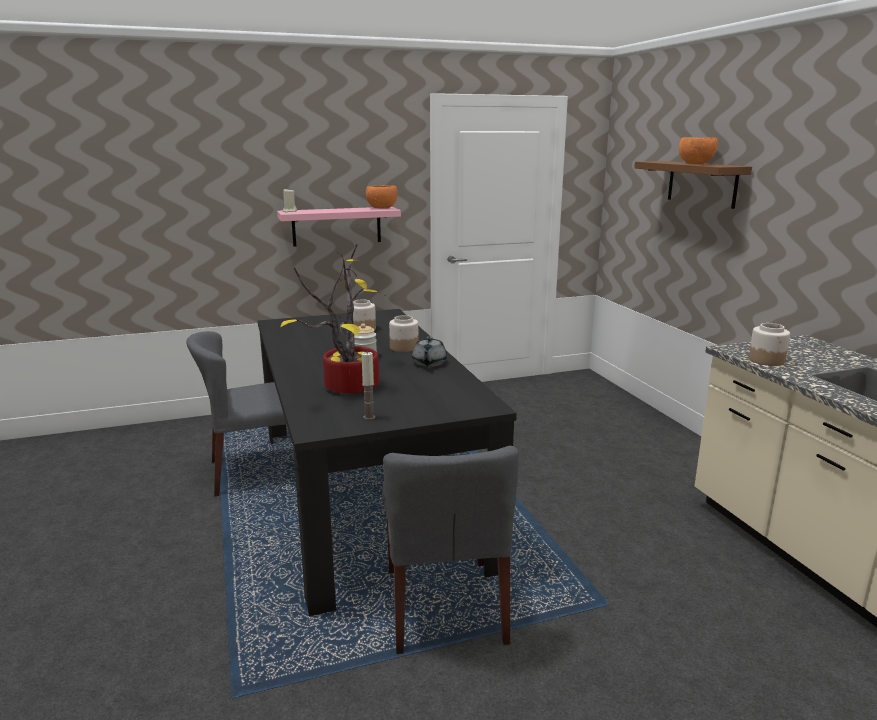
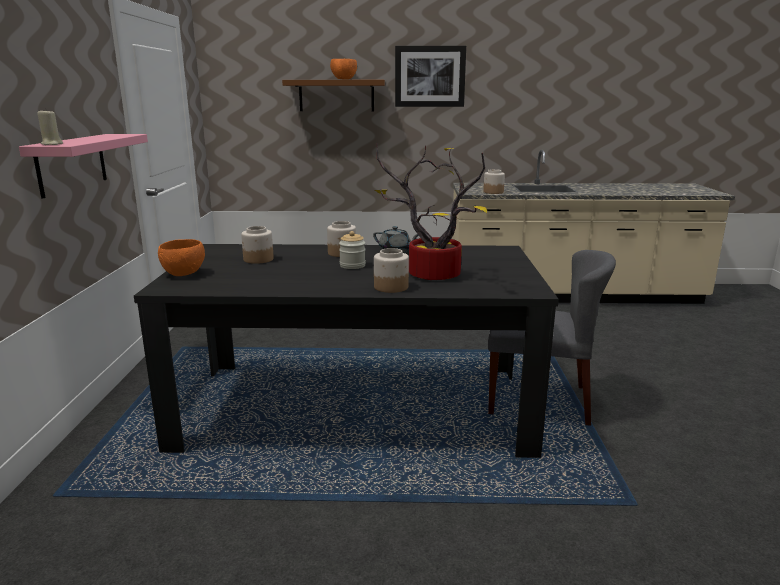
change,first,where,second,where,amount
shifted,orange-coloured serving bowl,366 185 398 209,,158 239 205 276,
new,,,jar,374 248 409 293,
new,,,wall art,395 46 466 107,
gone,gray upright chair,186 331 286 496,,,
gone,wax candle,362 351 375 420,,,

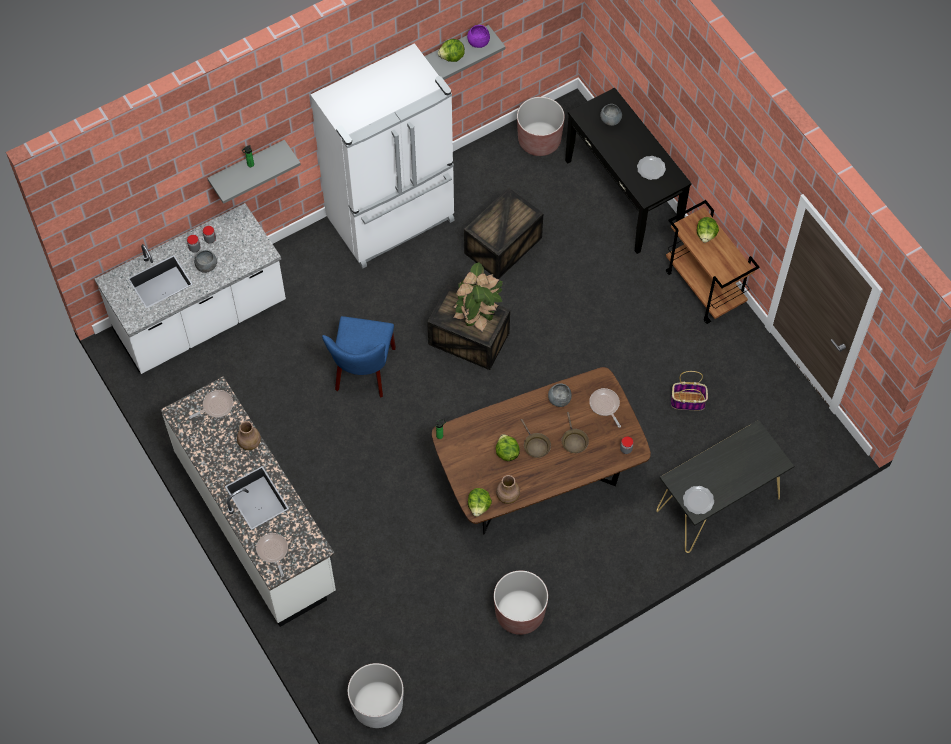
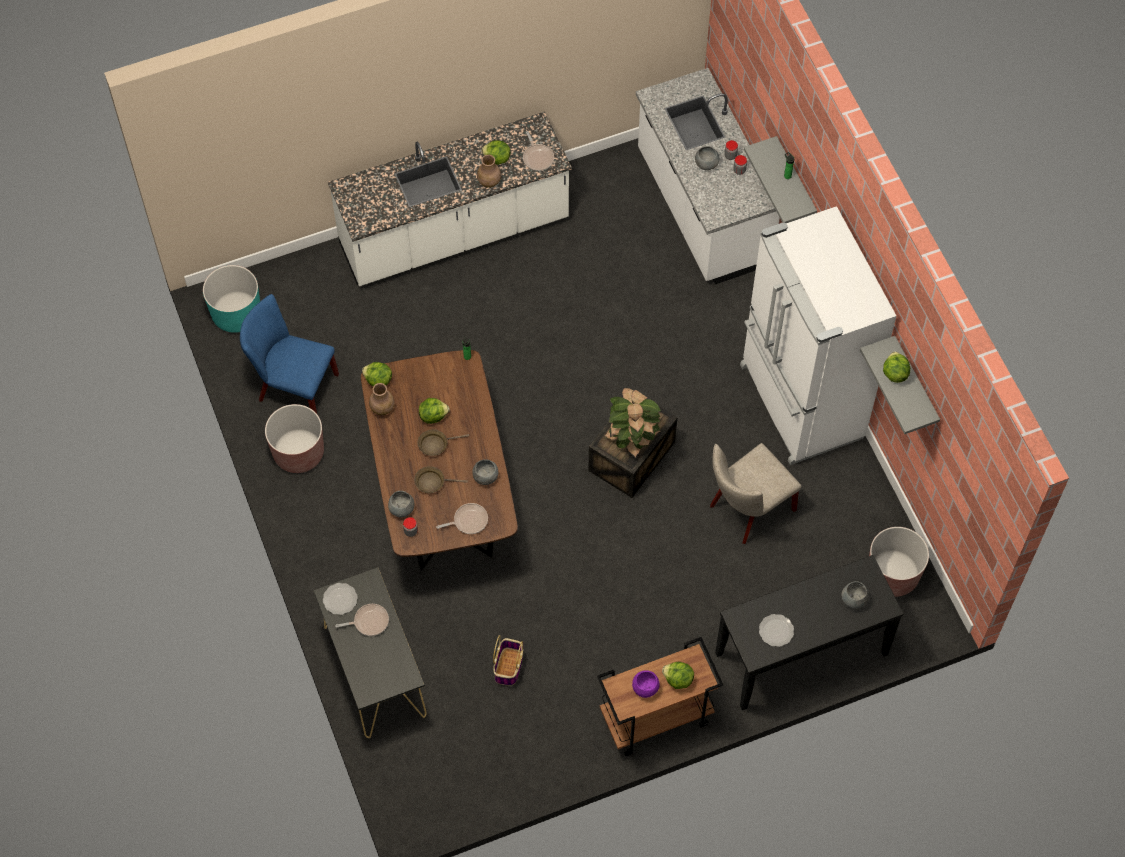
change,first,where,second,where,amount
repainted,white-coloured plant pot,348 663 404 728,blue-green plant pot,203 265 260 333,
shifted,blue upright chair,322 316 396 398,,240 294 339 413,
shifted,frying pan,256 533 288 577,,335 604 389 636,
new,,,gray serving bowl,388 491 414 517,
new,,,lettuce head,482 140 511 165,
shifted,purple-coloured serving bowl,467 25 490 48,,632 670 660 698,
swapped,crate,464 188 543 279,beige-coloured upright chair,710 443 802 544,

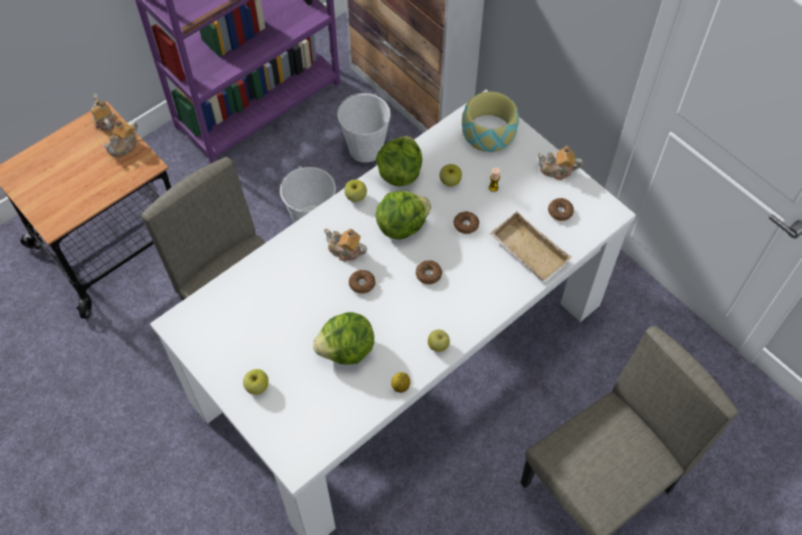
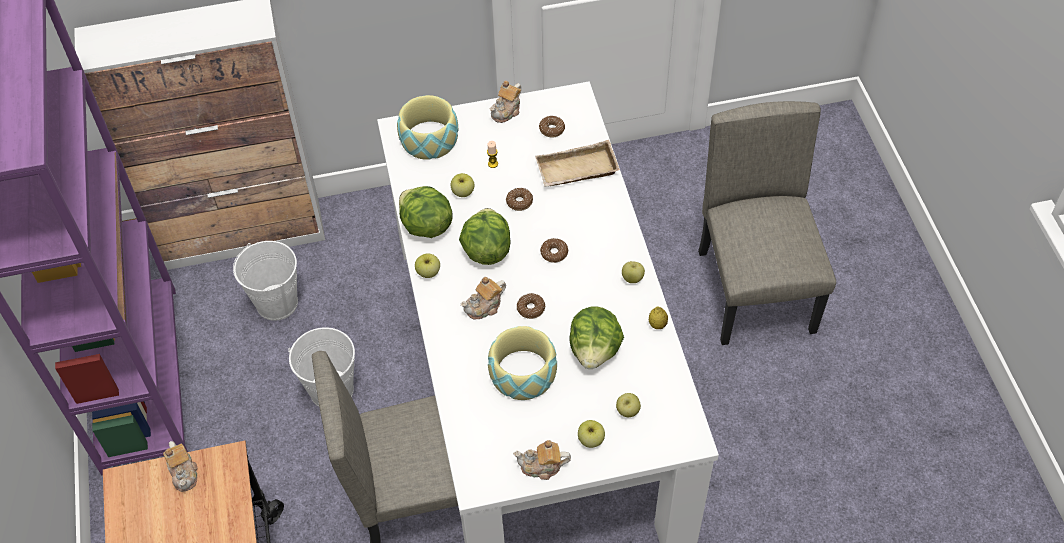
change,first,where,second,where,amount
new,,,serving bowl,488 326 557 400,
shifted,tea pot,91 94 116 131,,513 440 571 480,
new,,,apple,616 393 641 417,

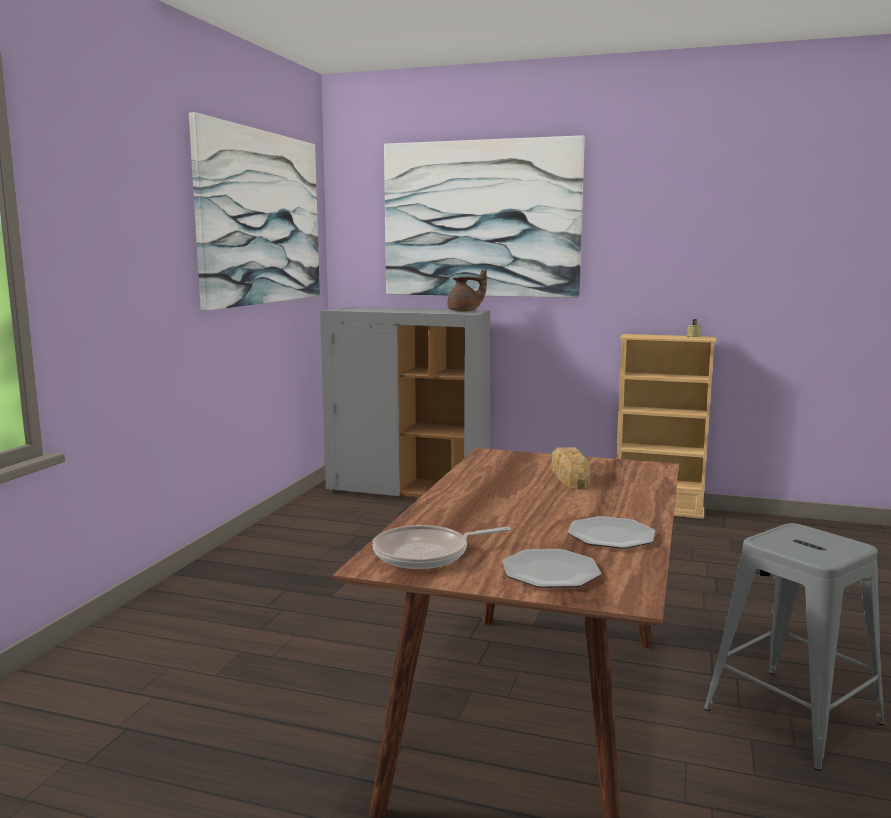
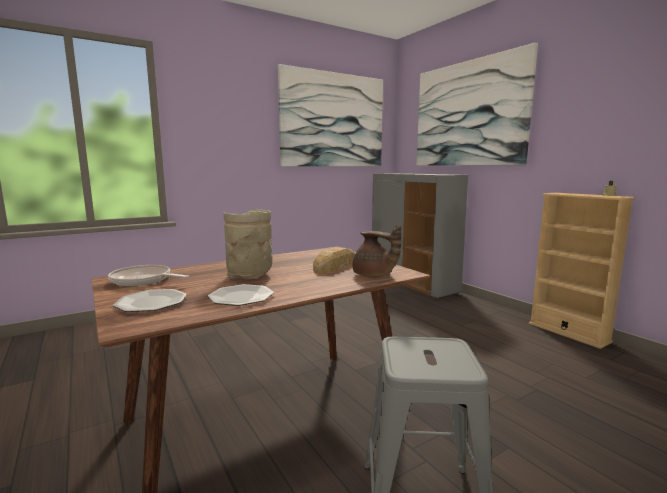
change,first,where,second,where,amount
new,,,beige-coloured flower vase,224 209 272 279,
shifted,brown tea pot,447 269 487 312,,353 225 401 277,

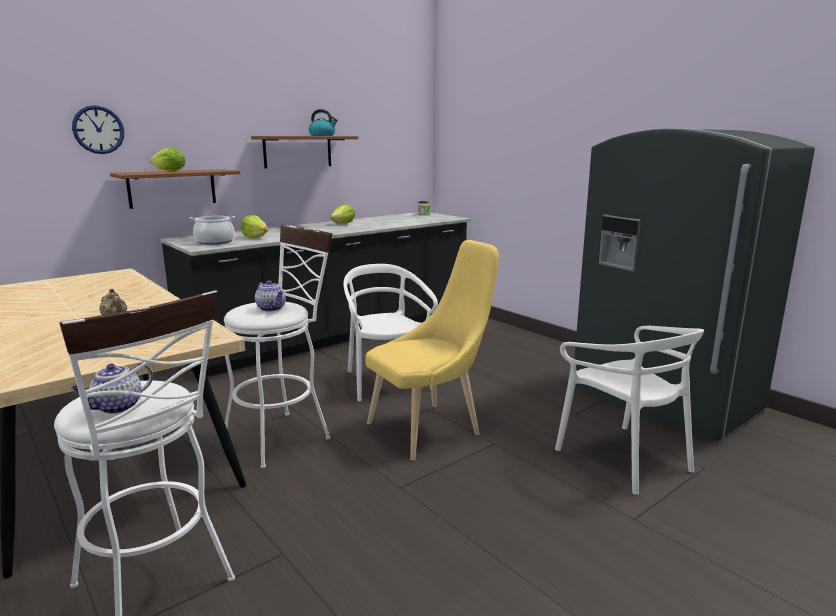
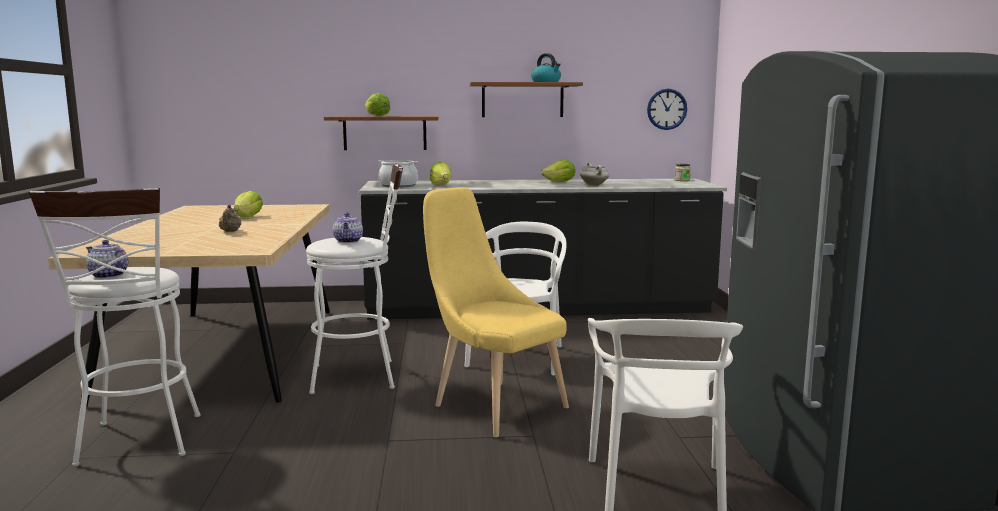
change,first,where,second,where,amount
rotated,tea pot,71 363 153 414,,86 240 129 279,45 degrees clockwise
new,,,lettuce head,234 191 263 217,
rotated,yellow-coloured upright chair,365 240 499 461,,423 187 569 438,135 degrees counterclockwise
new,,,white-coloured stockpot,580 162 609 186,
shifted,wall clock,72 105 124 154,,647 89 687 130,

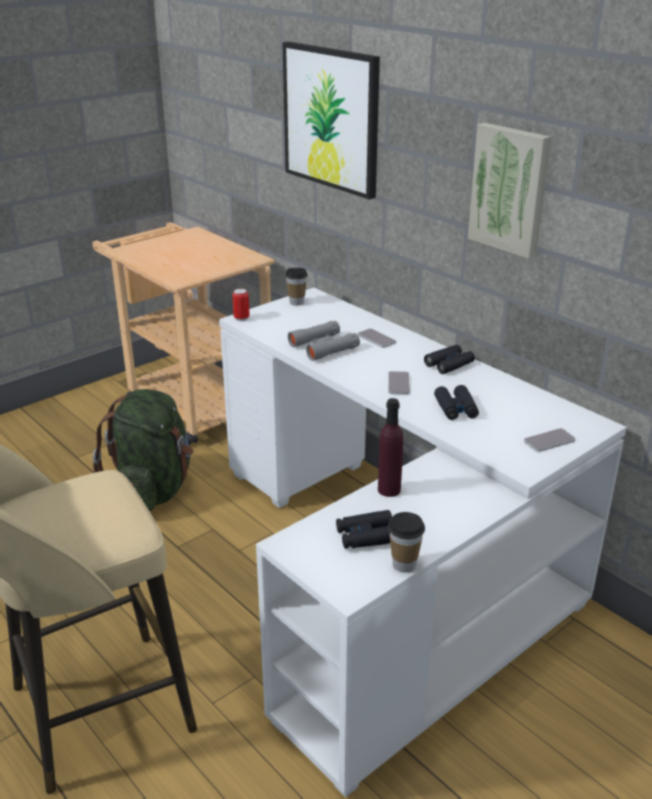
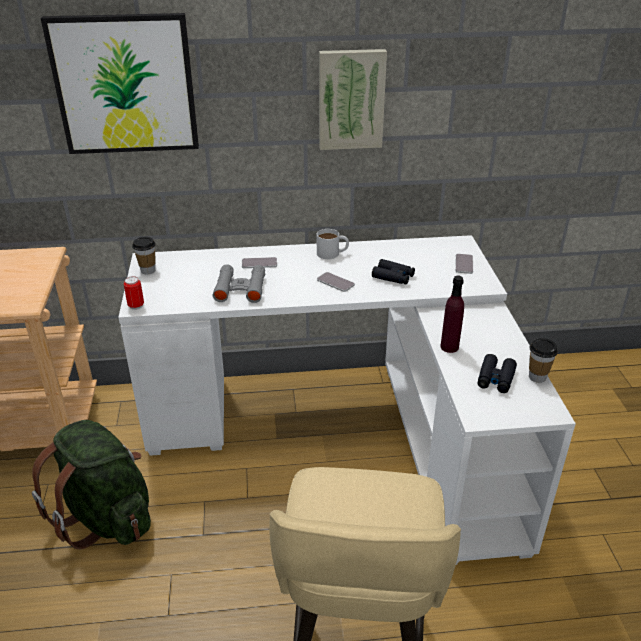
change,first,where,second,where,amount
swapped,blackish pair of binoculars,424 345 475 374,white-coloured coffee mug,317 229 349 259,

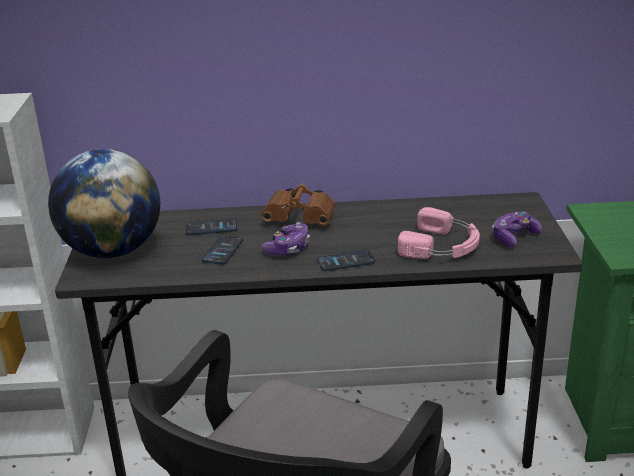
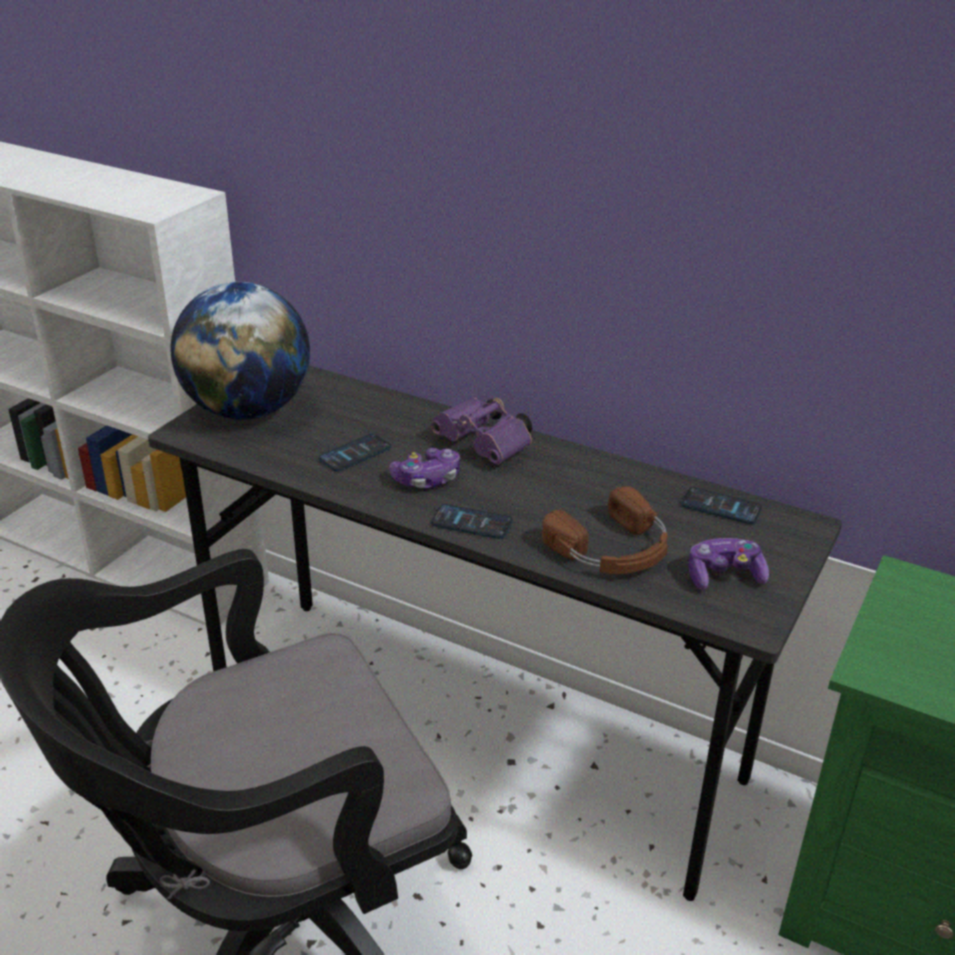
change,first,where,second,where,amount
repainted,brown pair of binoculars,261 183 335 225,purple-coloured pair of binoculars,431 397 532 464,
repainted,pink headset,398 207 480 259,brown headset,542 486 668 574,
shifted,phone,186 219 238 235,,681 487 762 524,

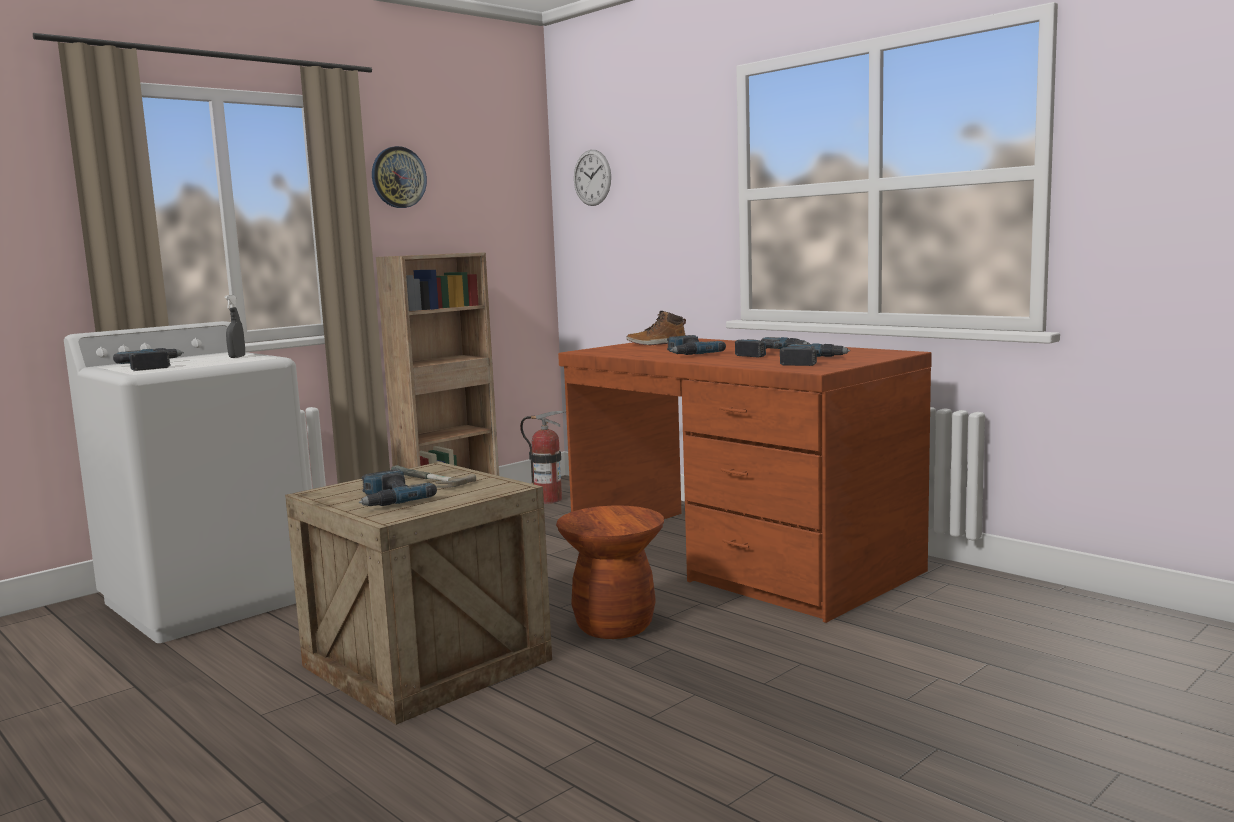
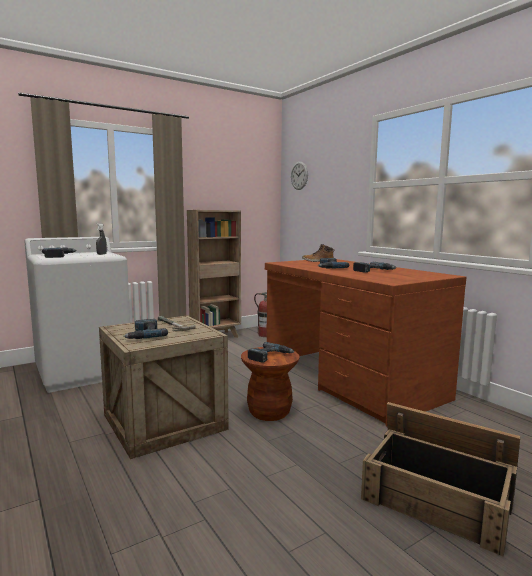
change,first,where,second,where,amount
shifted,power drill,780 344 850 366,,248 342 294 363,
new,,,crate,361 402 521 557,
gone,wall clock,372 146 427 208,,,

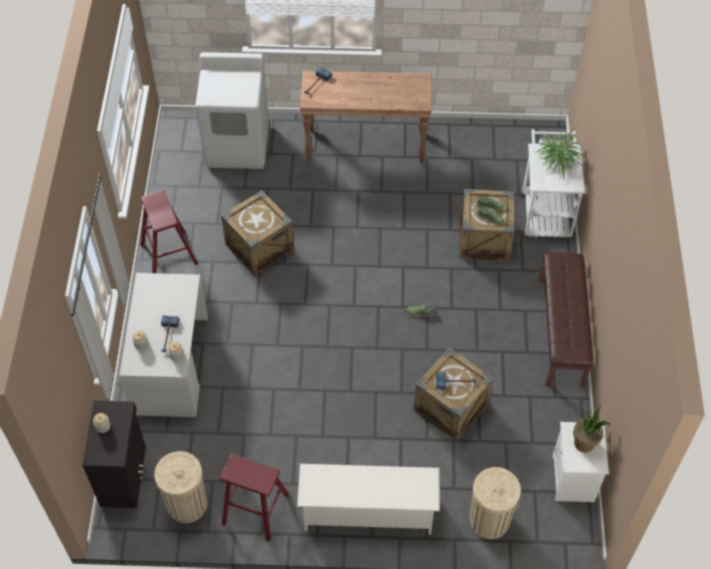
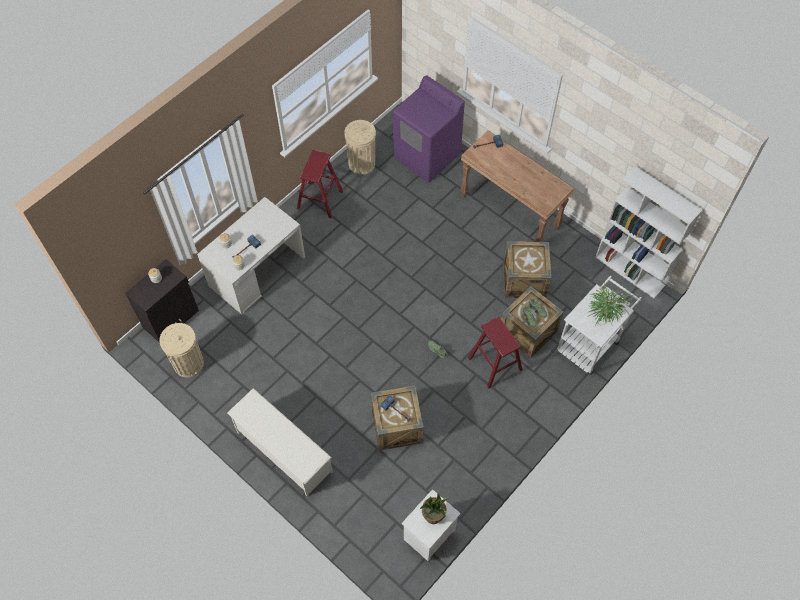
change,first,where,second,where,amount
shifted,beige-coloured waste bin,470 467 521 539,,344 120 376 175,
repainted,white-coloured washing machine,195 52 269 169,purple-coloured washing machine,393 75 465 183,
shifted,reddish stool seat,220 454 290 542,,468 317 523 388,
shifted,crate,221 190 294 276,,503 241 551 298,
new,,,white-coloured bookcase,595 166 702 298,
gone,brown long seat,539 252 593 388,,,

